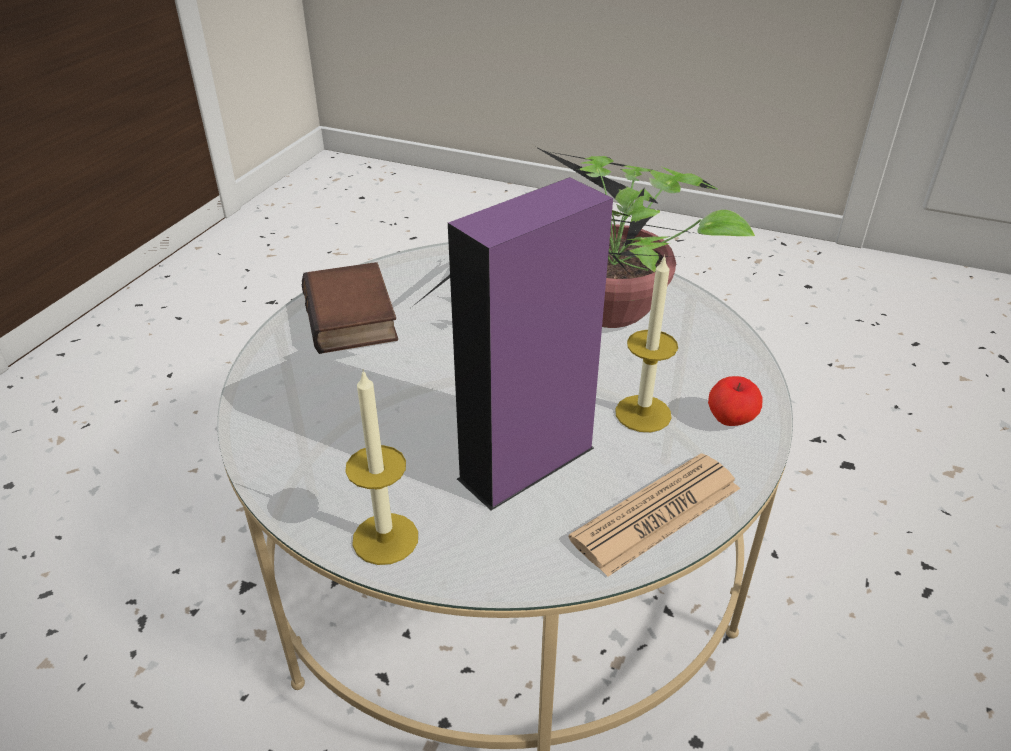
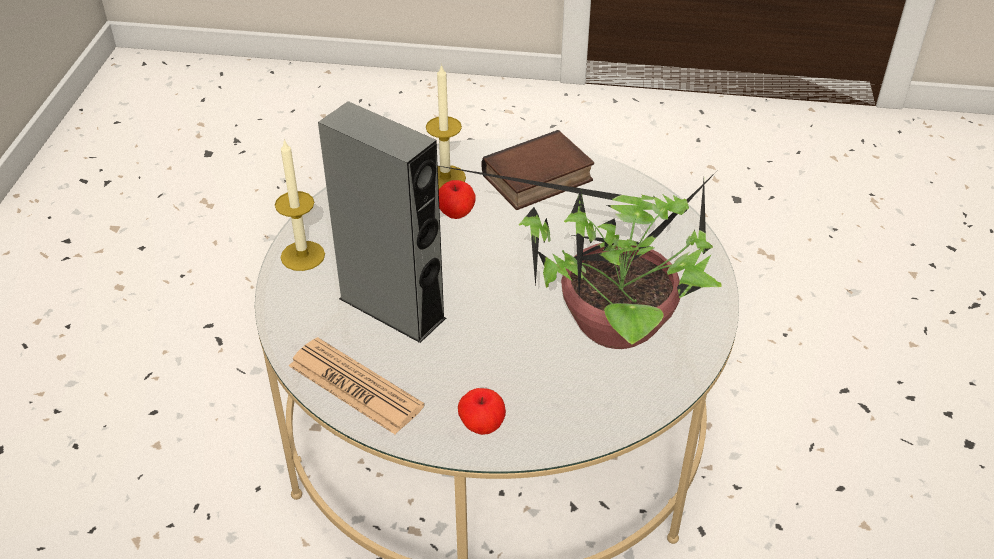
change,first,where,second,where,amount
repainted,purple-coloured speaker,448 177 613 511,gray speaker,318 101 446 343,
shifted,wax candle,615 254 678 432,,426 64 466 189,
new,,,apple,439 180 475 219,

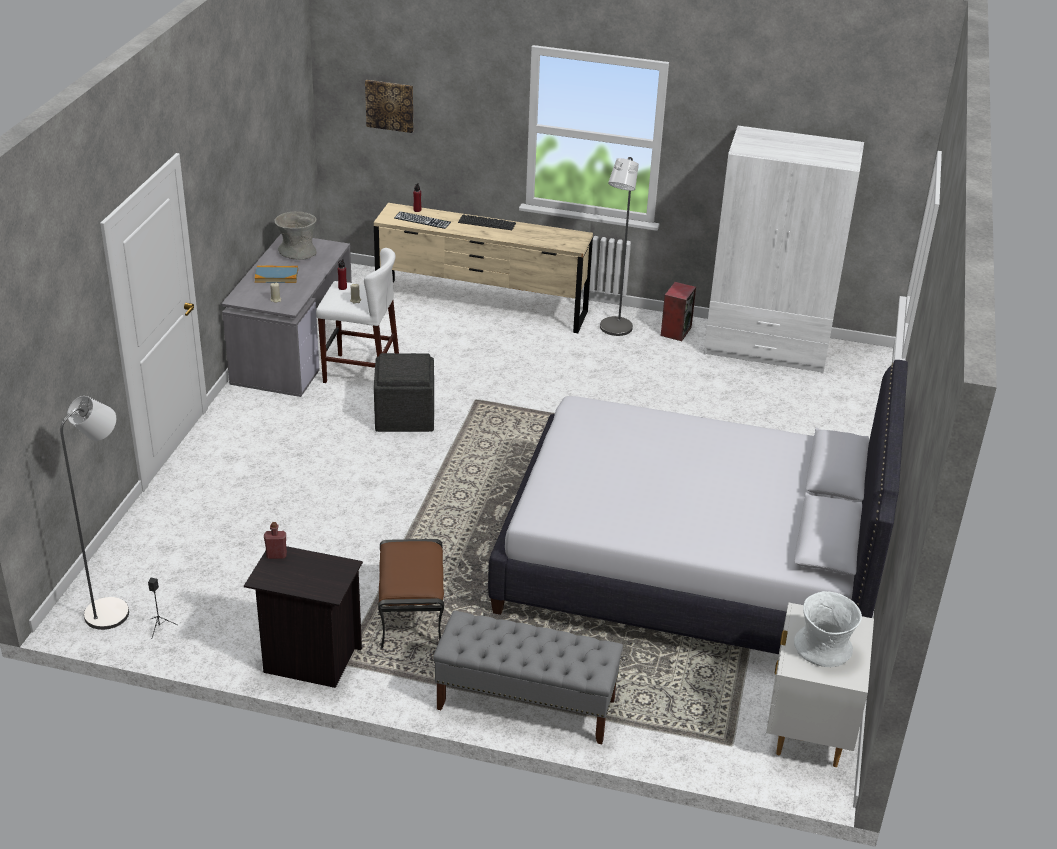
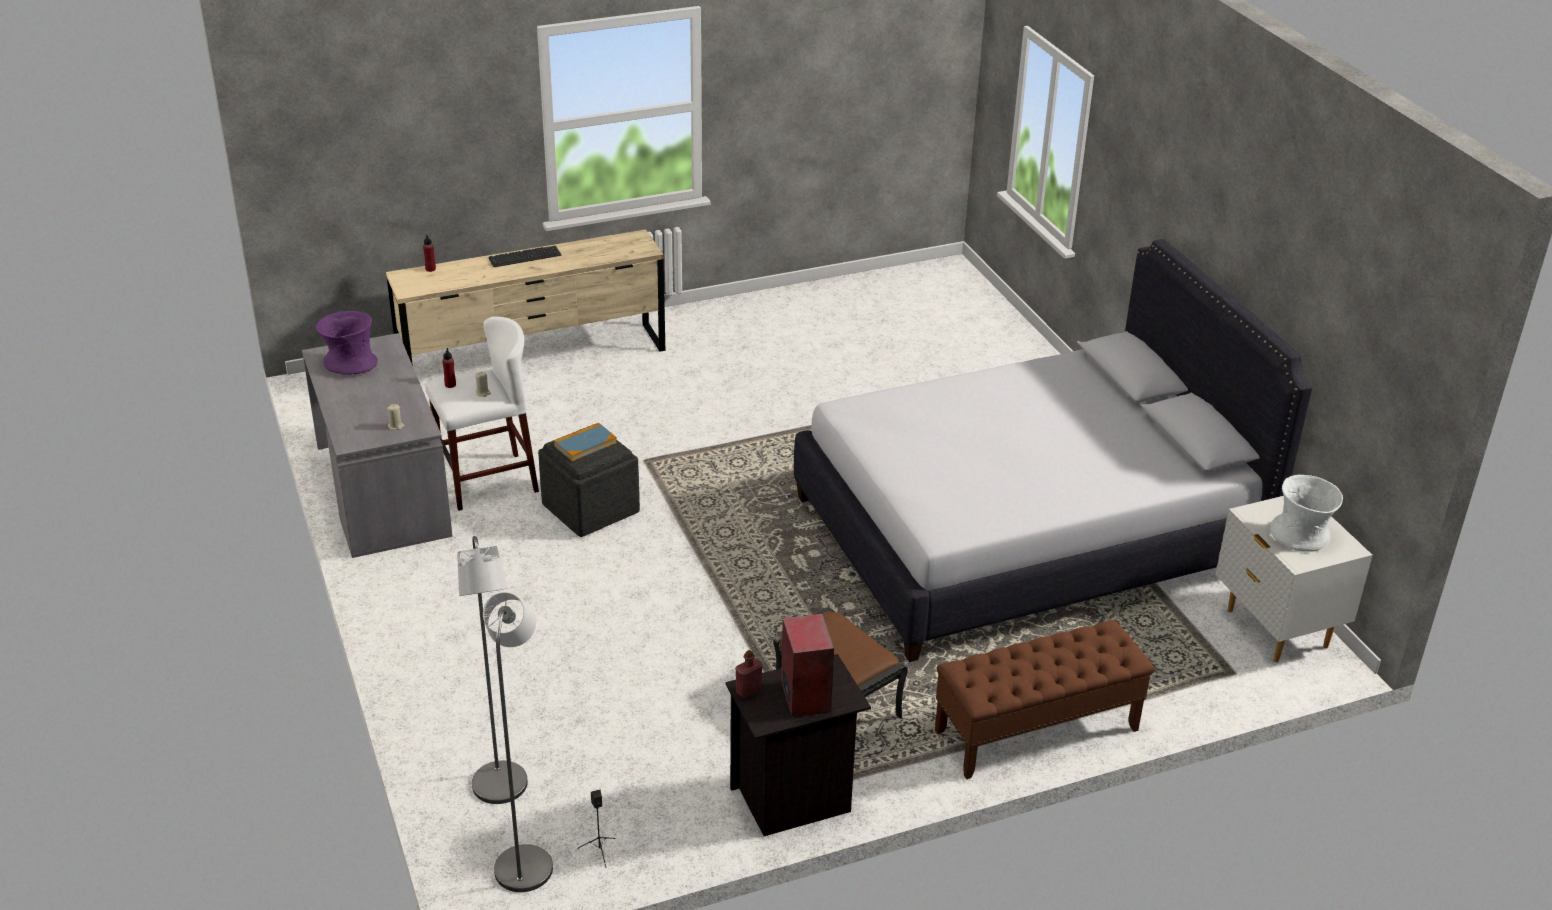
change,first,where,second,where,amount
repainted,gray flower vase,275 212 317 260,purple-coloured flower vase,316 311 378 375,
shifted,gray standing lamp,600 157 639 336,,457 536 528 804,
shifted,bound book,255 266 298 283,,554 423 617 461,
shifted,speaker,661 282 696 341,,781 614 834 717,
repainted,gray long seat,433 611 623 744,brown long seat,935 620 1154 779,
gone,wall art,365 80 413 133,,,
gone,computer keyboard,394 211 451 229,,,
gone,white-coloured armoire,704 126 864 373,,,

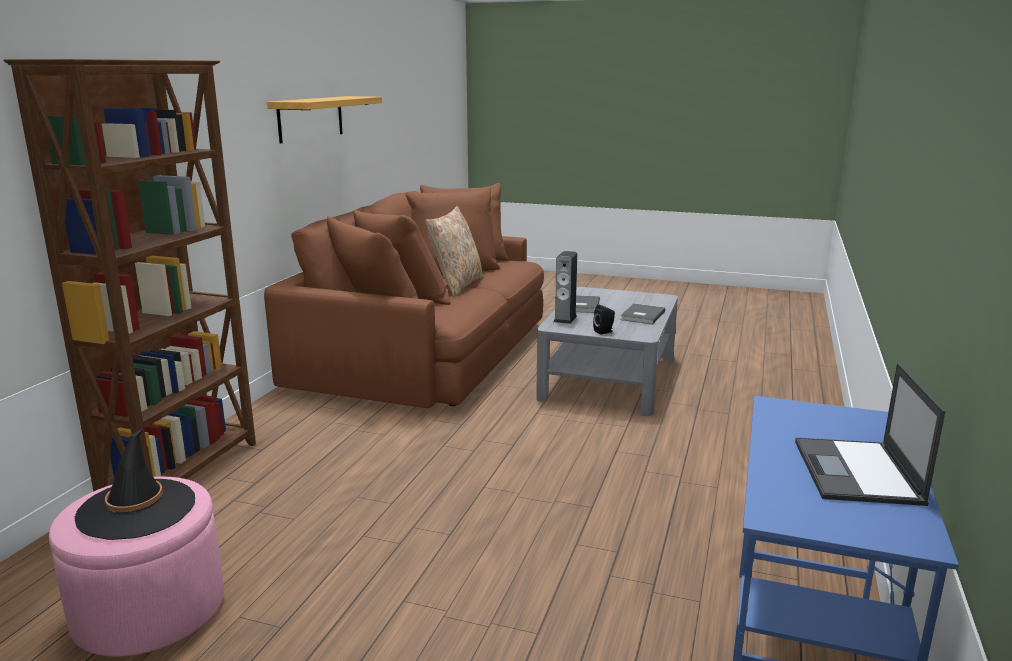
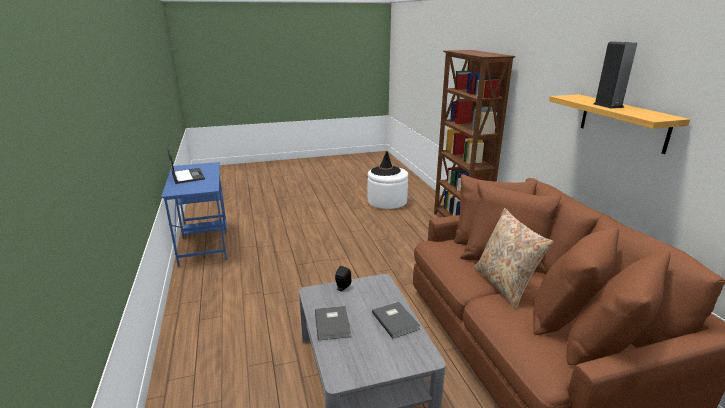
change,first,where,second,where,amount
repainted,pink footrest,49 477 224 656,white-coloured footrest,368 168 408 209,
shifted,speaker,554 251 577 324,,594 41 637 109,

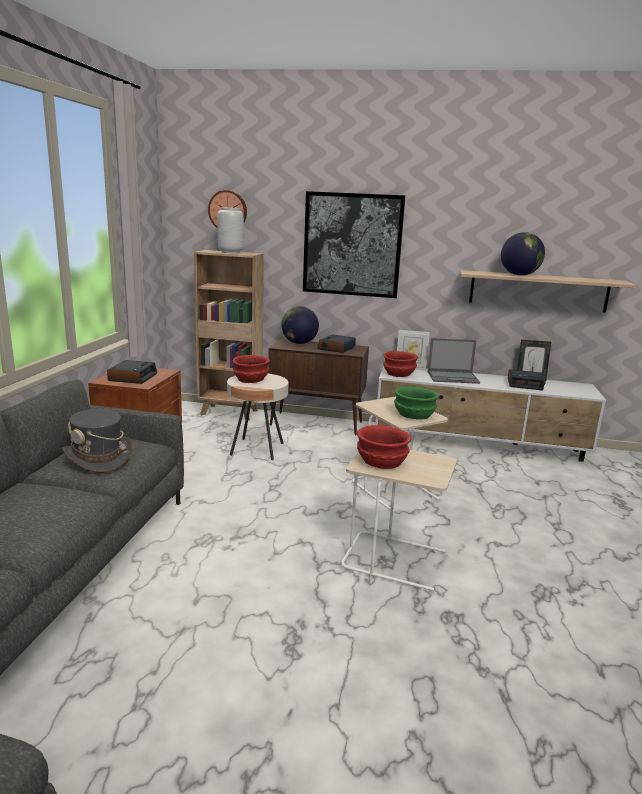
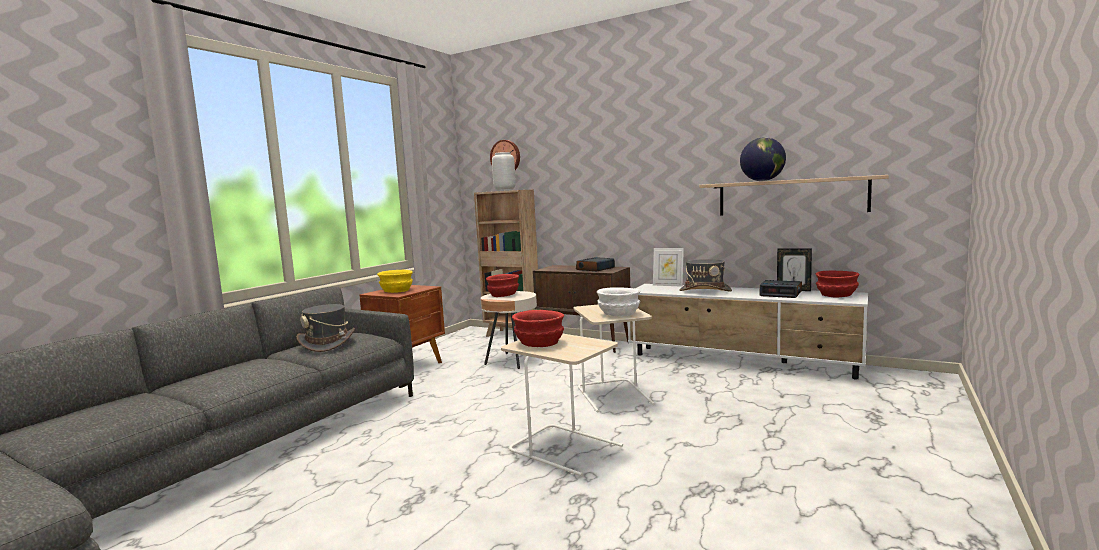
change,first,where,second,where,amount
swapped,alarm clock,107 360 157 384,yellow-coloured serving bowl,377 270 413 293,
repainted,green-coloured serving bowl,394 387 439 420,white-coloured serving bowl,597 288 640 316,
swapped,notebook computer,428 338 480 384,gray wearable hat,679 259 732 292,
shifted,reddish serving bowl,383 351 418 377,,816 271 859 298,
gone,world globe,281 306 319 344,,,
gone,wall art,303 191 405 298,,,

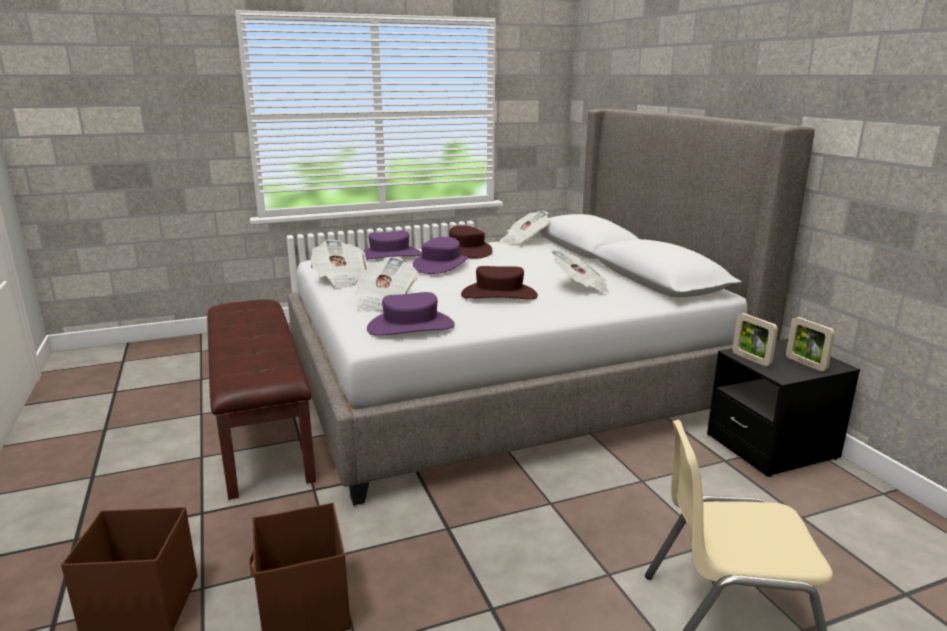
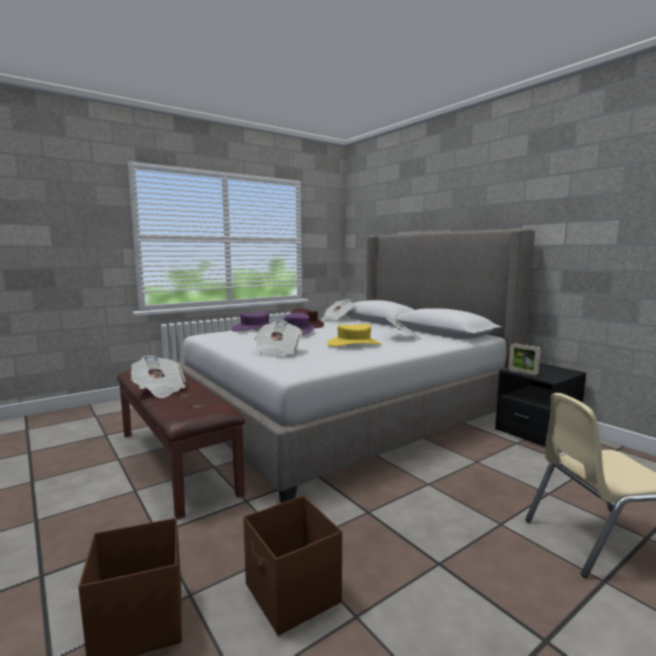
change,first,where,second,where,amount
shifted,printed paper,310 240 368 288,,131 355 186 398,
repainted,brown wearable hat,461 266 538 300,yellow-coloured wearable hat,327 324 381 347,
gone,purple-coloured wearable hat,367 292 455 336,,,
gone,standing frame,786 317 835 371,,,

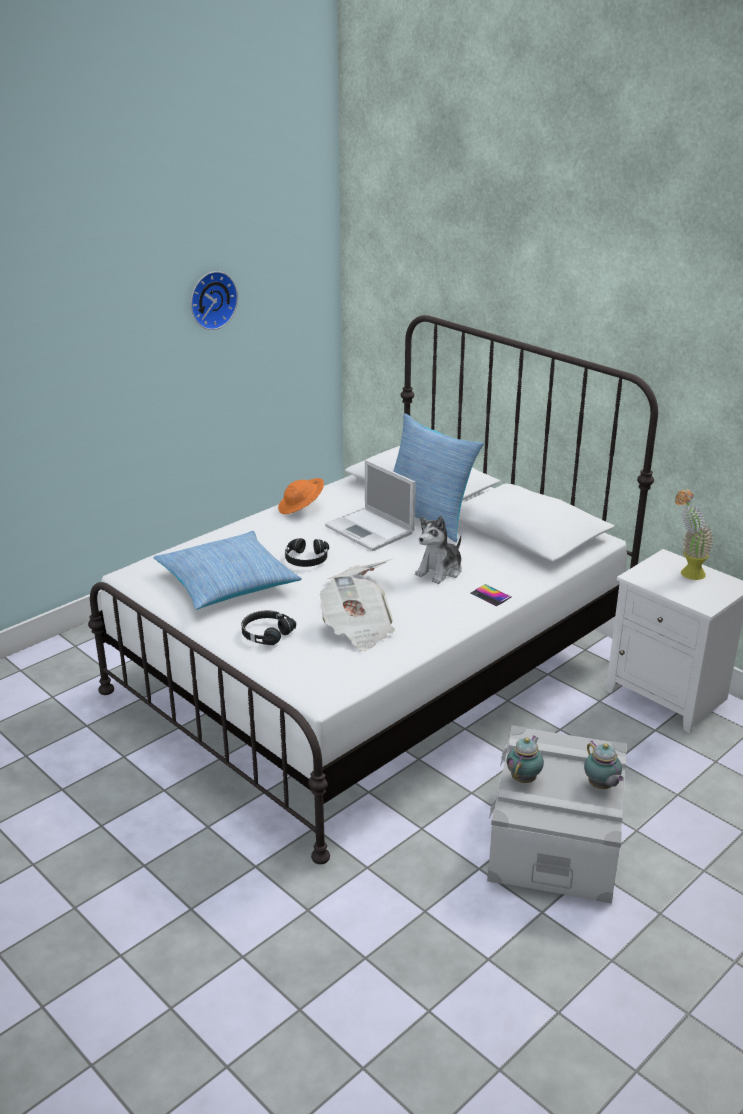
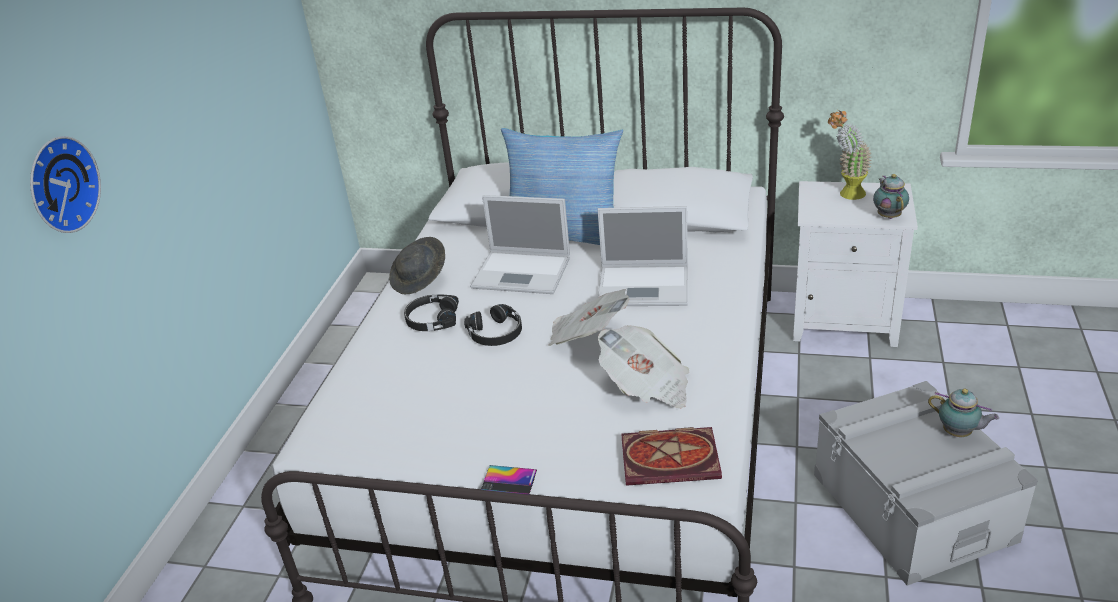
change,first,where,second,where,amount
shifted,wall clock,191 271 238 330,,30 136 101 233,
repainted,orange-coloured wearable hat,278 478 324 514,gray wearable hat,389 237 445 294,
shifted,blackish headset,242 610 296 645,,404 294 459 331,
shifted,phone,470 584 511 606,,481 465 537 495,
swapped,plush toy,415 516 462 584,notebook computer,597 206 688 306,
new,,,bound book,621 427 722 486,
shifted,tea pot,507 735 544 783,,873 174 909 219,
gone,pillow,153 531 302 610,,,

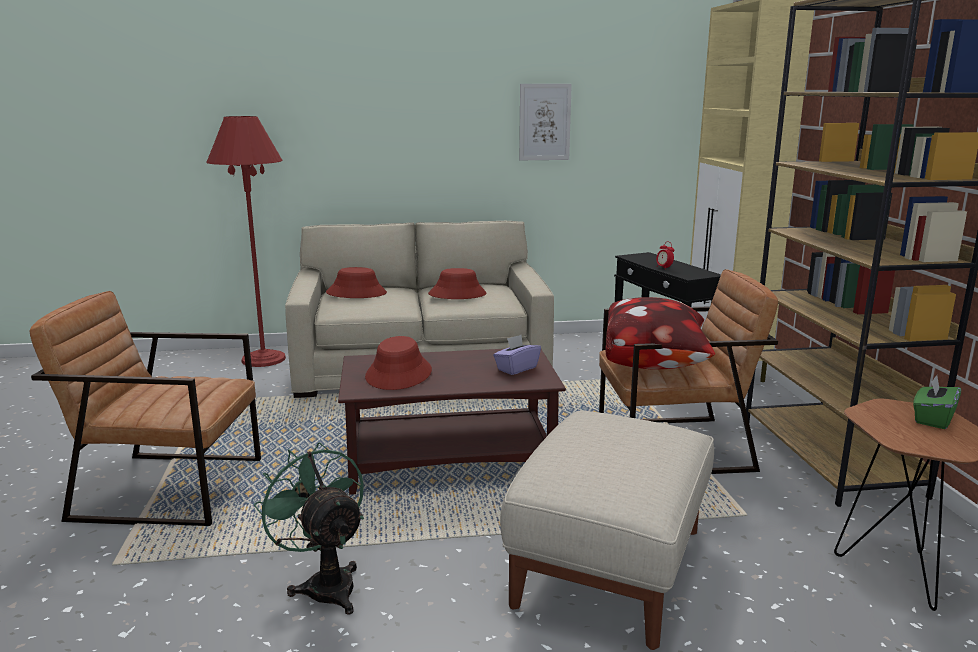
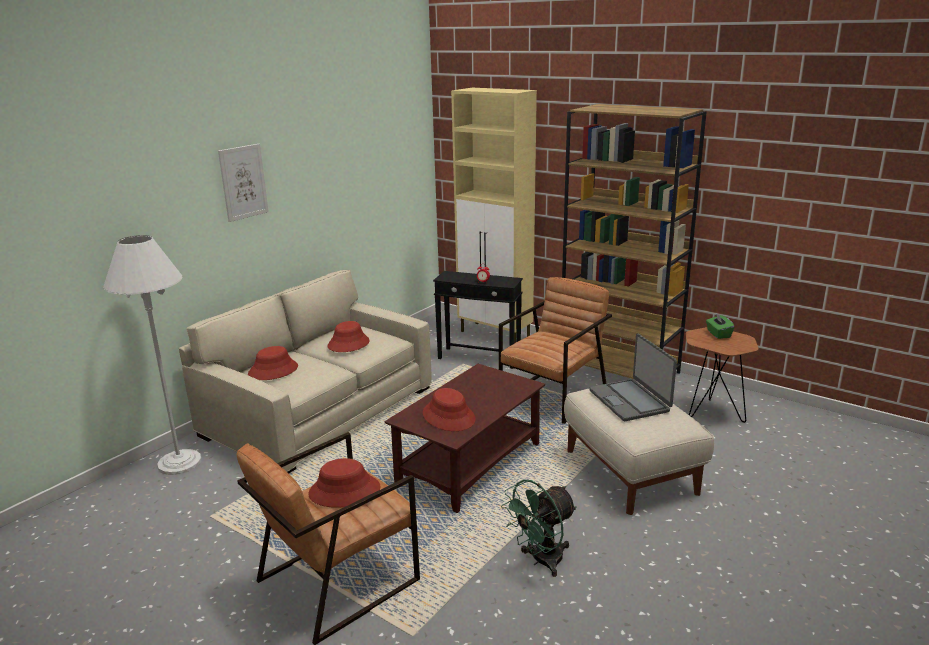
change,first,where,second,where,amount
repainted,reddish standing lamp,206 116 286 367,white-coloured standing lamp,103 235 202 475,
shifted,wall art,519 84 572 160,,218 144 269 222,
new,,,reddish wearable hat,308 458 381 508,
rotated,green-coloured fan,254 442 364 615,,501 480 577 577,45 degrees counterclockwise
new,,,notebook computer,589 333 677 421,
gone,purple-coloured tissue box,493 335 541 375,,,
gone,pillow,606 297 715 369,,,

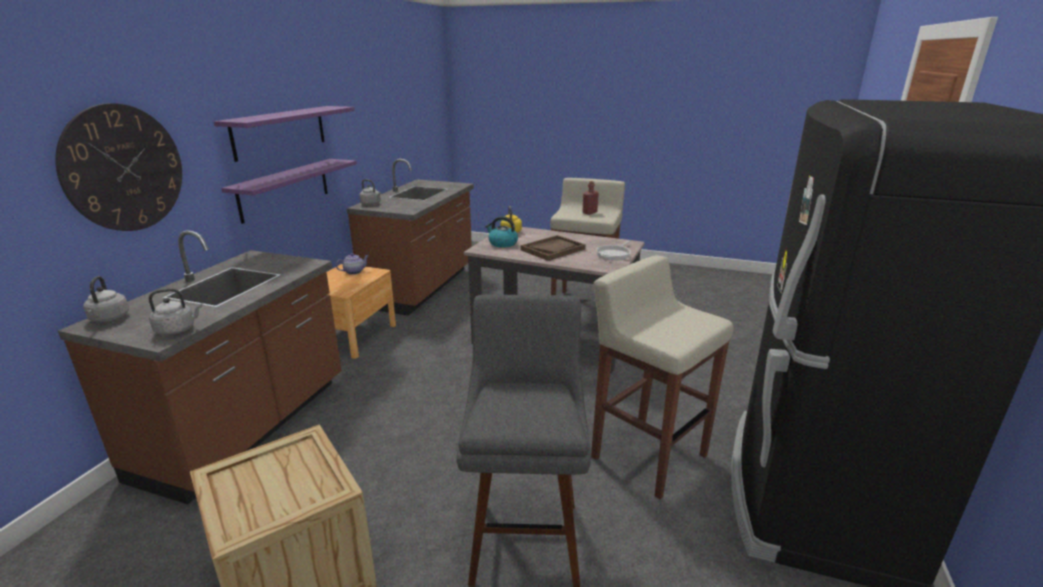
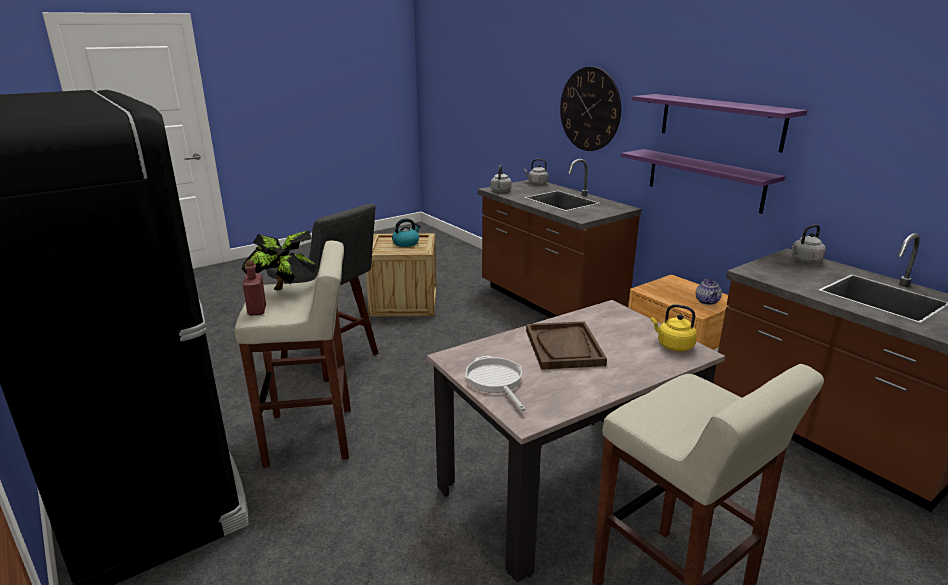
change,first,where,second,where,amount
new,,,plant in a pot,241 230 318 291,
shifted,reddish beverage bottle,583 181 599 215,,243 260 266 316,
shifted,tea kettle,485 216 518 248,,392 218 421 247,

